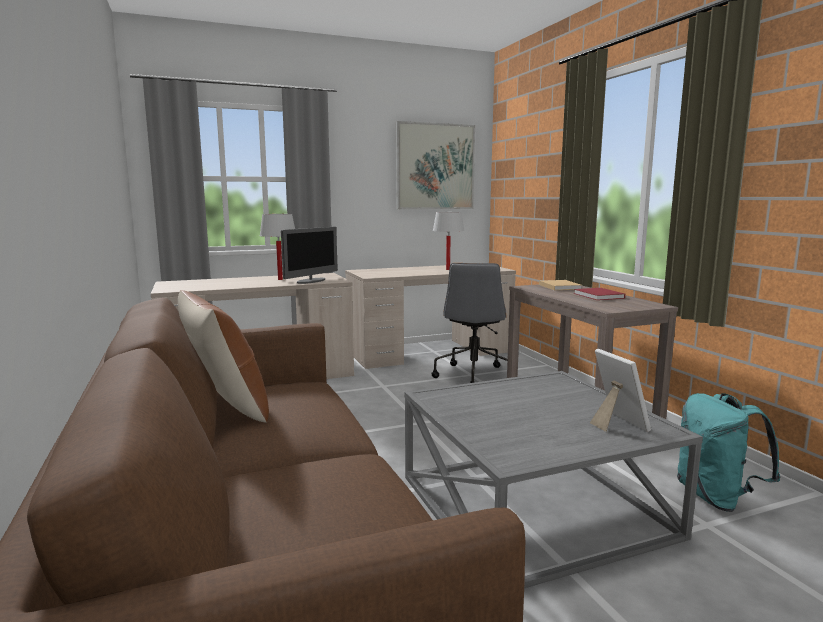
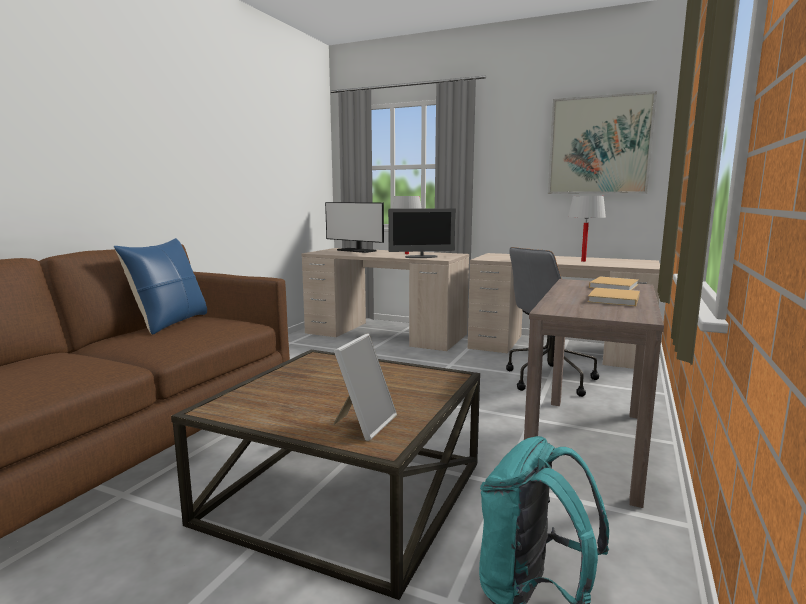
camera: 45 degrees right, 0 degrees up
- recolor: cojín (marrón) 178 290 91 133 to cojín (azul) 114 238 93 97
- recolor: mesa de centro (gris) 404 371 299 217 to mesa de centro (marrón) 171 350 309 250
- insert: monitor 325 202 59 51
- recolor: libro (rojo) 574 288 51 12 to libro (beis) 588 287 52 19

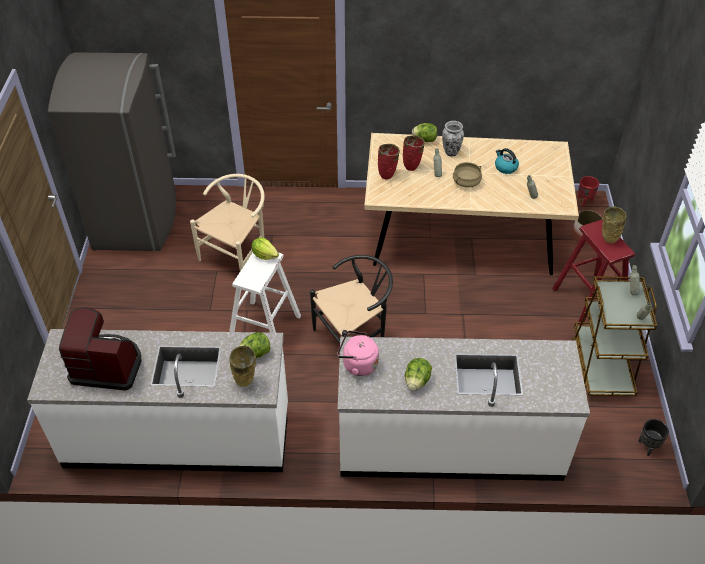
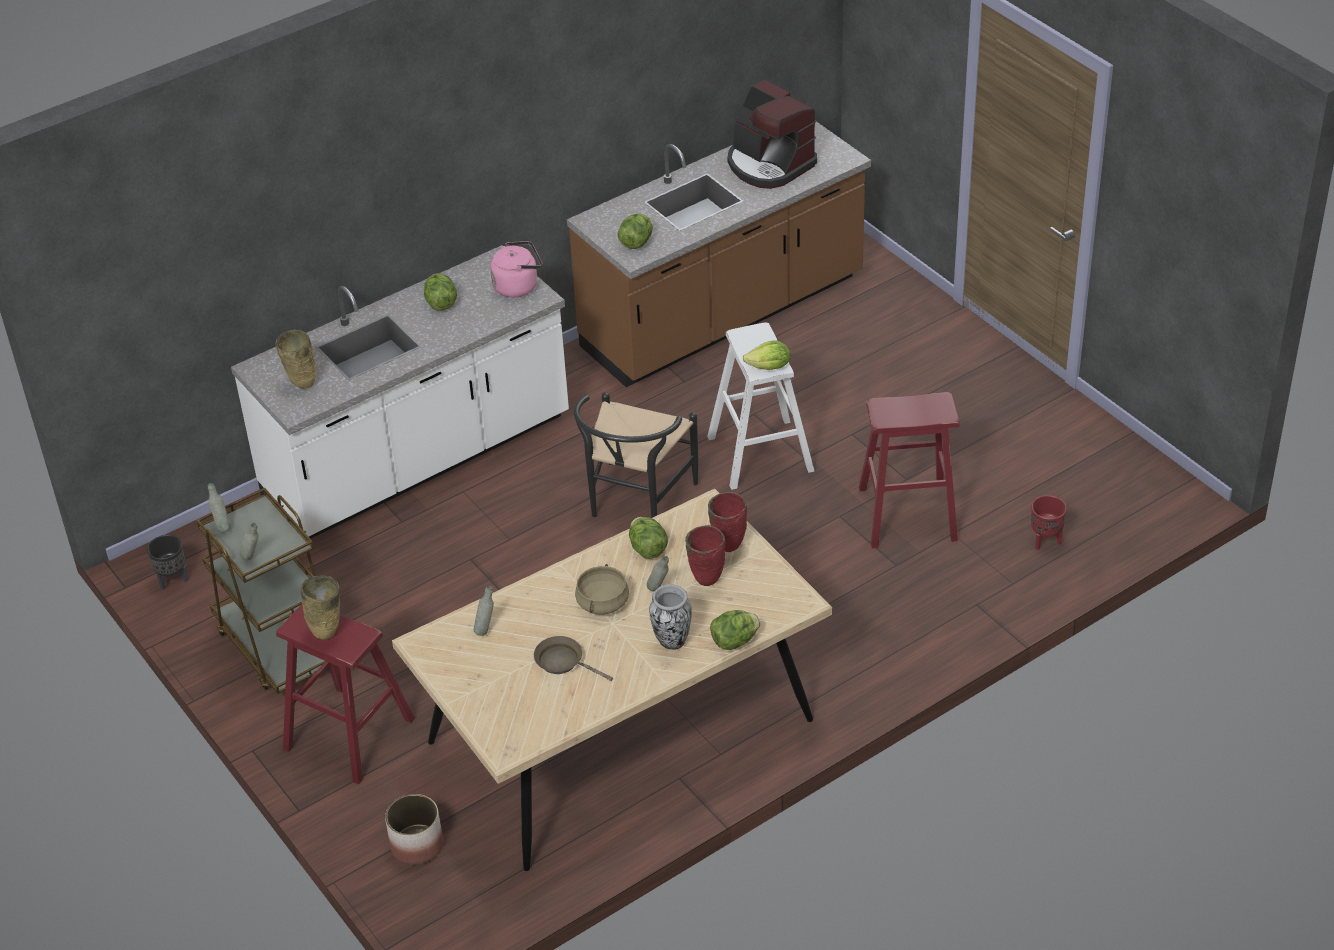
camera: 145 degrees right, 5 degrees down
- move: florero (beis) 230 346 26 41 to 275 330 41 59
- replace: hervidor 495 148 24 26 to sartén (marrón) 534 636 79 45
- recolor: mueble bajo de cocina (blanco) 27 329 261 143 to mueble bajo de cocina (marrón) 567 121 304 266
- insert: lechuga 629 517 39 42
- rotate: cafetera 59 307 83 84 = 727 80 90 109 75 degrees clockwise
- replace: silla (beis) 190 174 75 97 to taburete (rojo) 859 392 101 156
- move: maceta (rojo) 578 176 21 31 to 1031 495 36 55
- delete: nevera (gris) 48 52 128 199

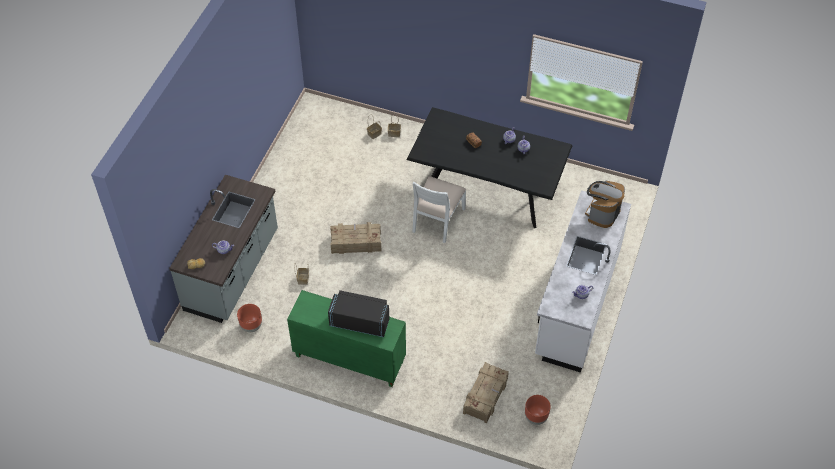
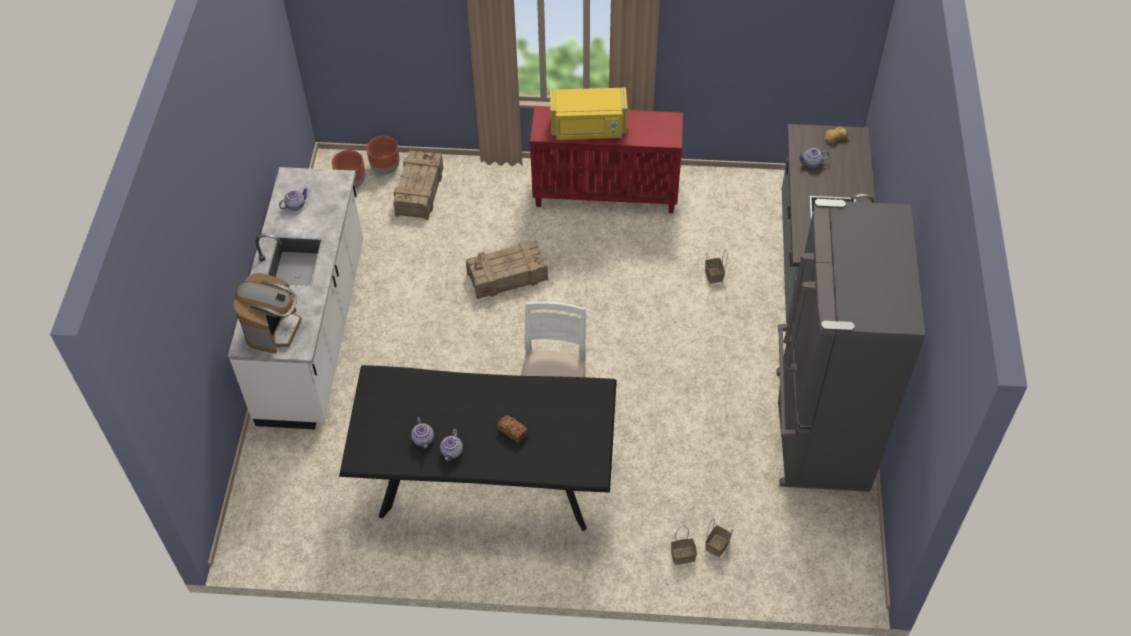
camera: 165 degrees right, 0 degrees up
- move: maceta (marrón) 237 304 25 28 to 366 136 34 39
- move: caja de embalaje 330 222 51 32 to 466 240 82 59
- recolor: armario (verde) 287 290 119 97 to armario (rojo) 530 106 153 107
- recolor: microondas (negro) 328 290 61 47 to microondas (amarillo) 550 87 78 53
- insert: nevera (gris) 776 199 149 293

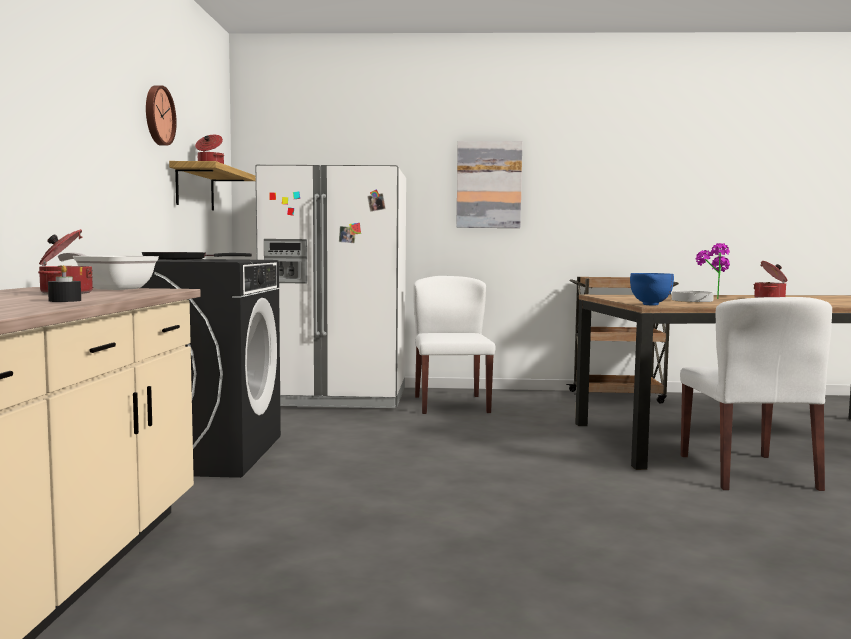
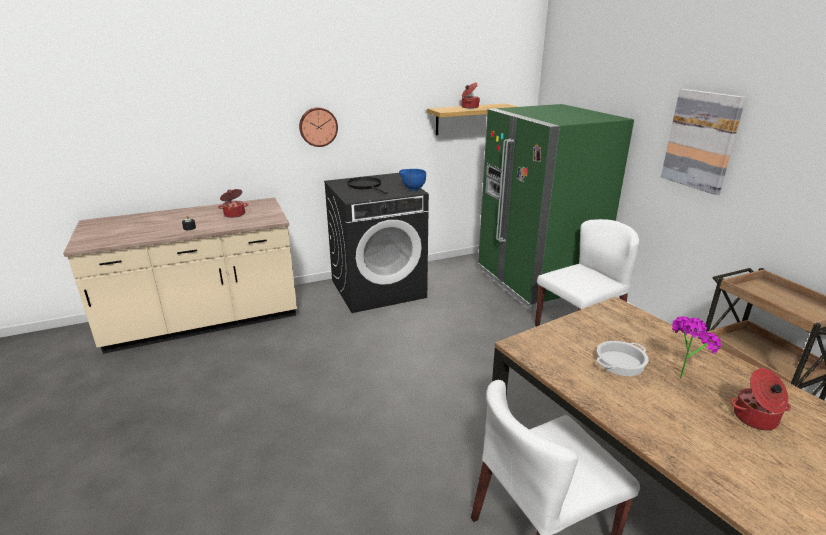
camera: 65 degrees right, 20 degrees up
- move: reloj de pared 146 85 31 61 to 299 107 39 40
- move: cuenco (azul) 630 273 44 32 to 399 169 27 22
- recolor: nevera (blanco) 255 165 151 243 to nevera (verde) 478 104 156 207
- delete: sartén 58 252 101 38

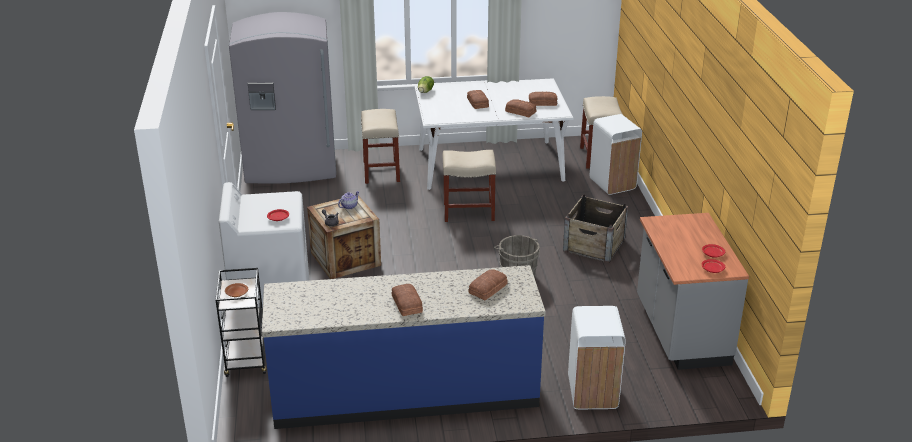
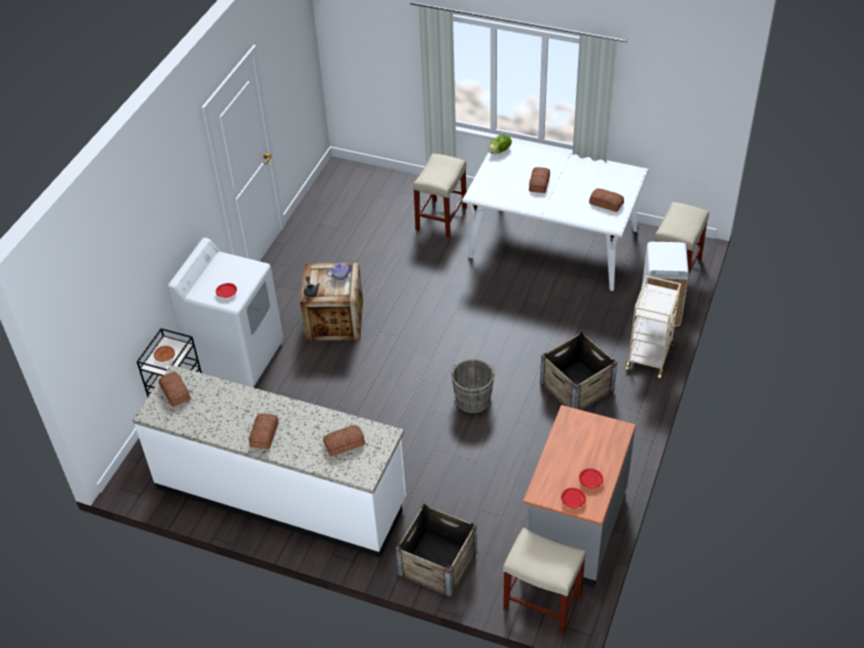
camera: 30 degrees right, 15 degrees up
- recolor: mueble bajo de cocina (azul) 262 265 284 164 to mueble bajo de cocina (blanco) 132 365 274 193
- move: pan 505 99 31 18 to 159 372 32 35
- replace: papelera (blanco) 568 306 58 103 to caja de embalaje 396 503 81 95
- move: taburete (beis) 443 150 53 72 to 503 527 83 106
- insert: carrito (beis) 625 276 56 103
- delete: nevera (gris) 229 12 107 172

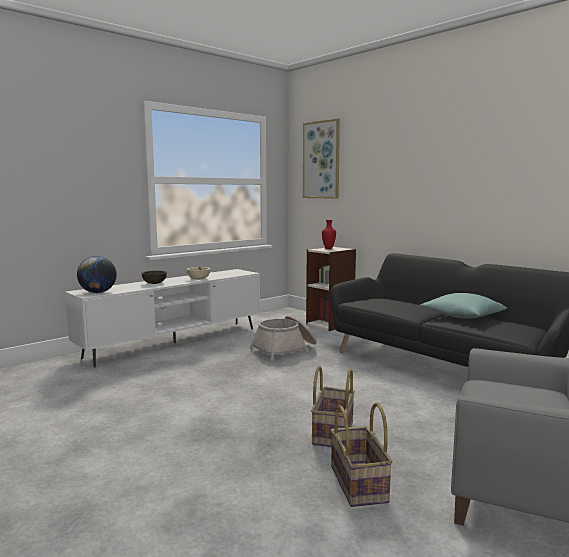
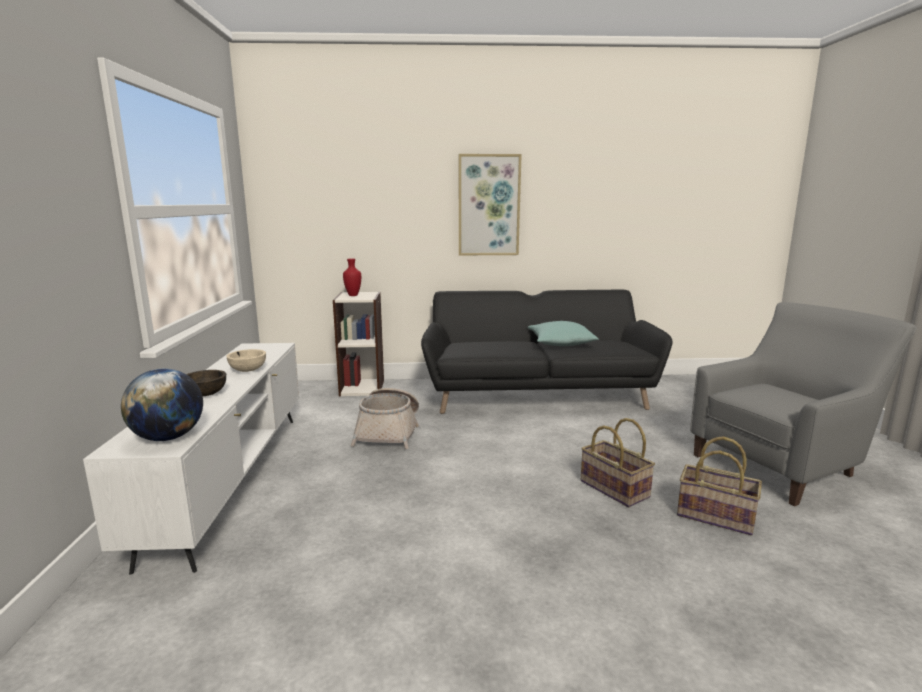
camera: 50 degrees left, 5 degrees up
- move: cuadro 303 118 37 81 to 459 154 63 101

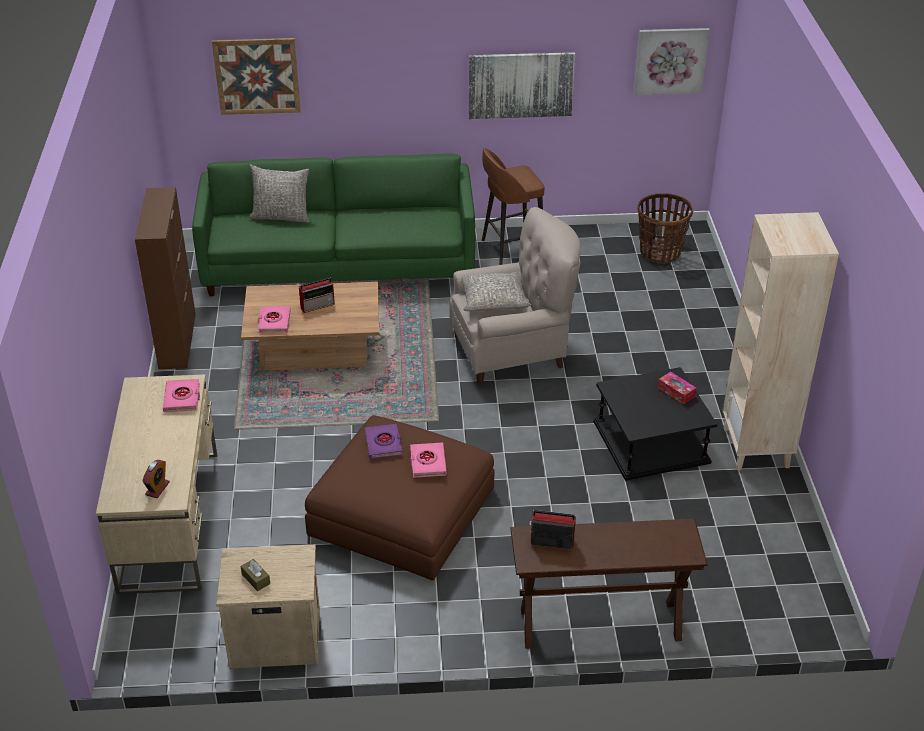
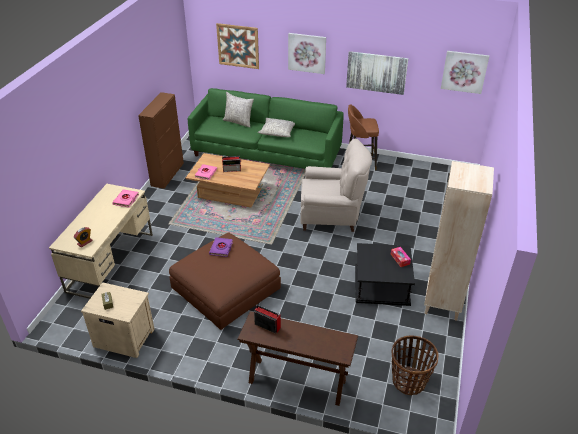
camera: 20 degrees right, 0 degrees up
- move: cojín (gris) 461 271 70 40 to 258 118 37 19
- insert: cuadro 288 33 38 41
- move: cesta 637 193 56 71 to 392 335 46 60
- delete: libro (rosa) 410 443 37 35

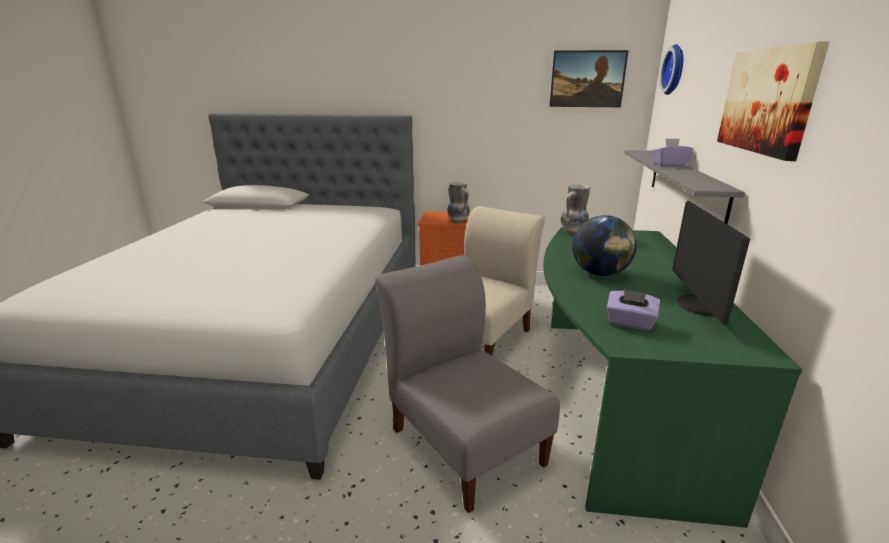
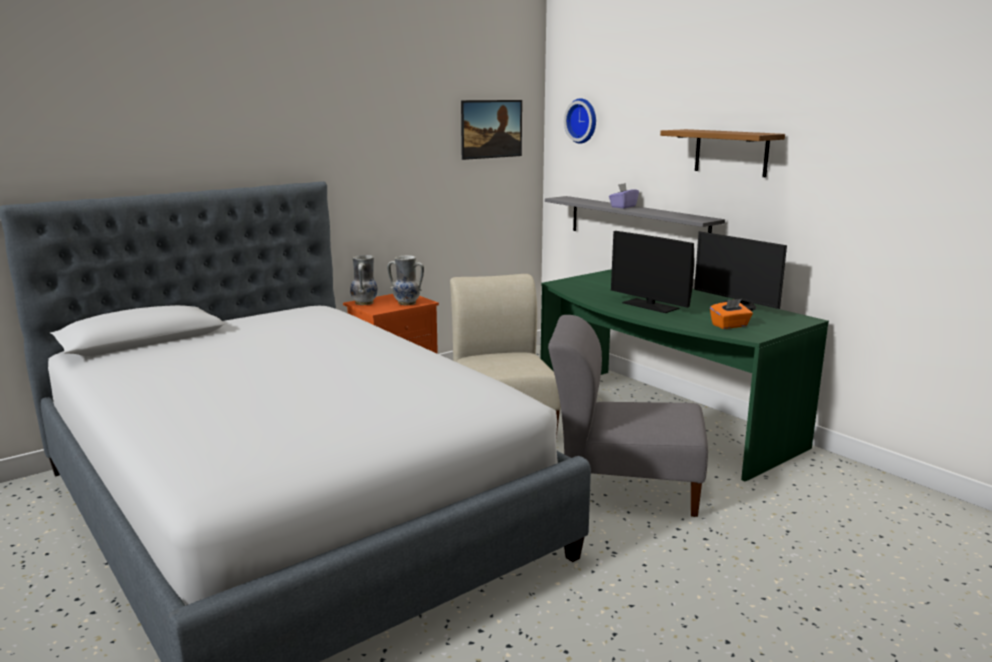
camera: 45 degrees left, 5 degrees down
- move: florero 561 184 29 50 to 350 255 28 50
- replace: globo terráqueo 572 215 65 61 to monitor 611 231 84 82
- replace: cuadro 717 41 113 120 to estante 660 129 125 49
- recolor: caja de pañuelos (morado) 607 289 53 41 to caja de pañuelos (naranja) 710 299 43 30

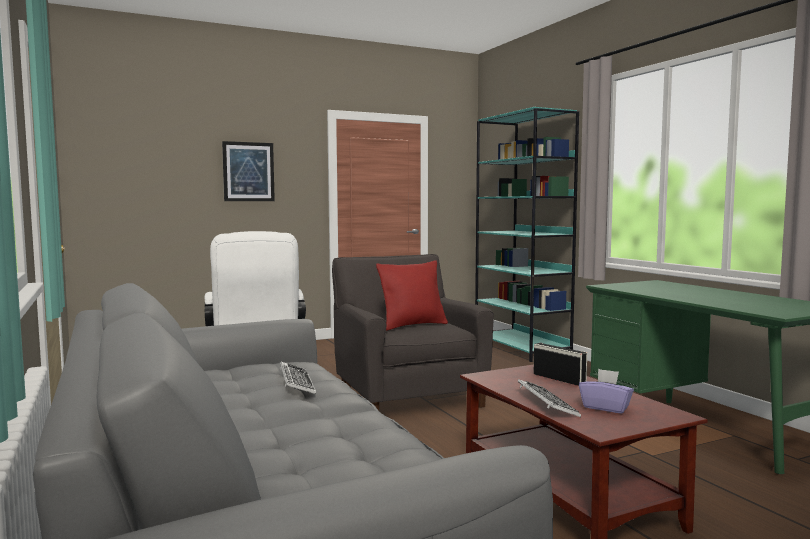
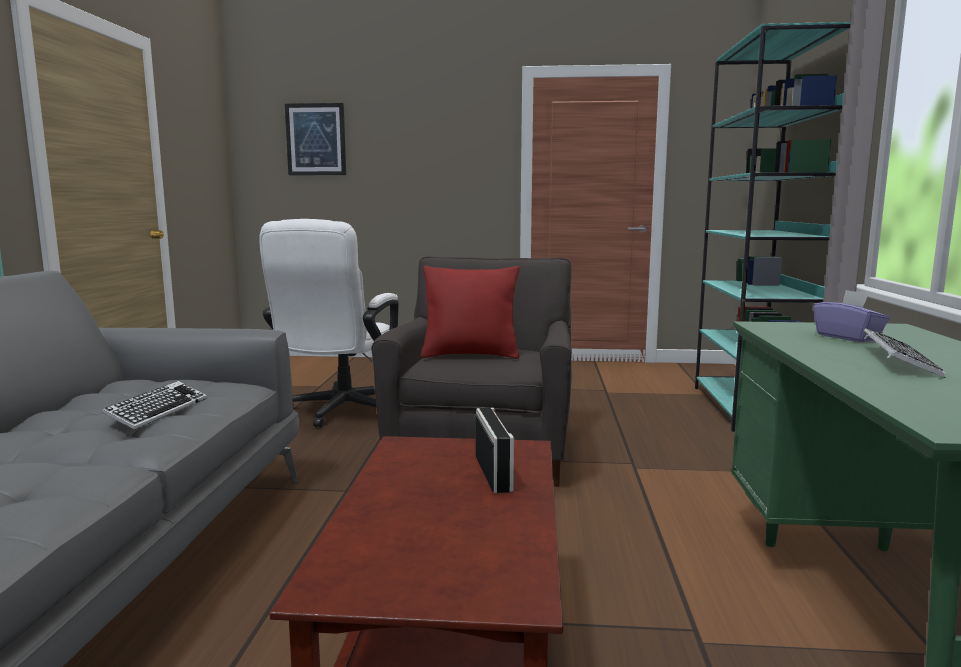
camera: 30 degrees right, 5 degrees up
- move: cuadro 222 141 53 60 to 285 103 61 72
- move: caja de pañuelos (morado) 579 369 55 45 to 813 290 77 52
- move: teclado 517 379 64 38 to 864 328 82 50

